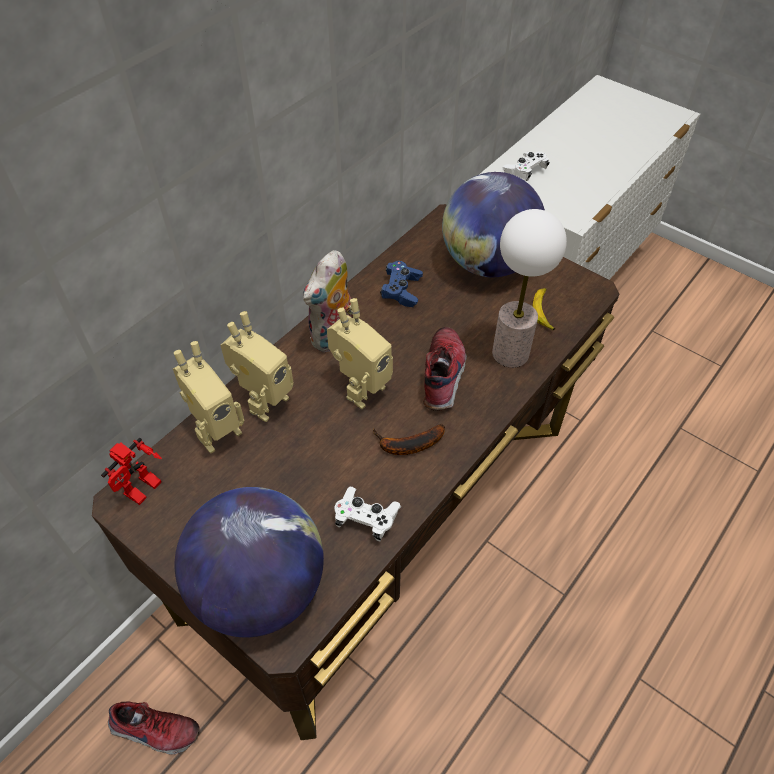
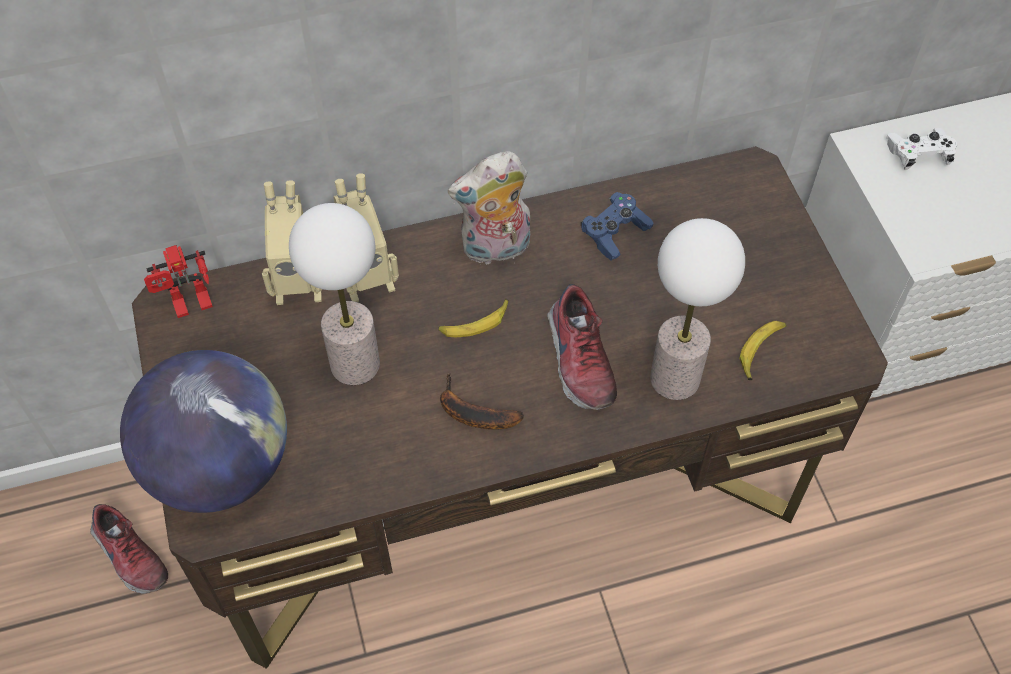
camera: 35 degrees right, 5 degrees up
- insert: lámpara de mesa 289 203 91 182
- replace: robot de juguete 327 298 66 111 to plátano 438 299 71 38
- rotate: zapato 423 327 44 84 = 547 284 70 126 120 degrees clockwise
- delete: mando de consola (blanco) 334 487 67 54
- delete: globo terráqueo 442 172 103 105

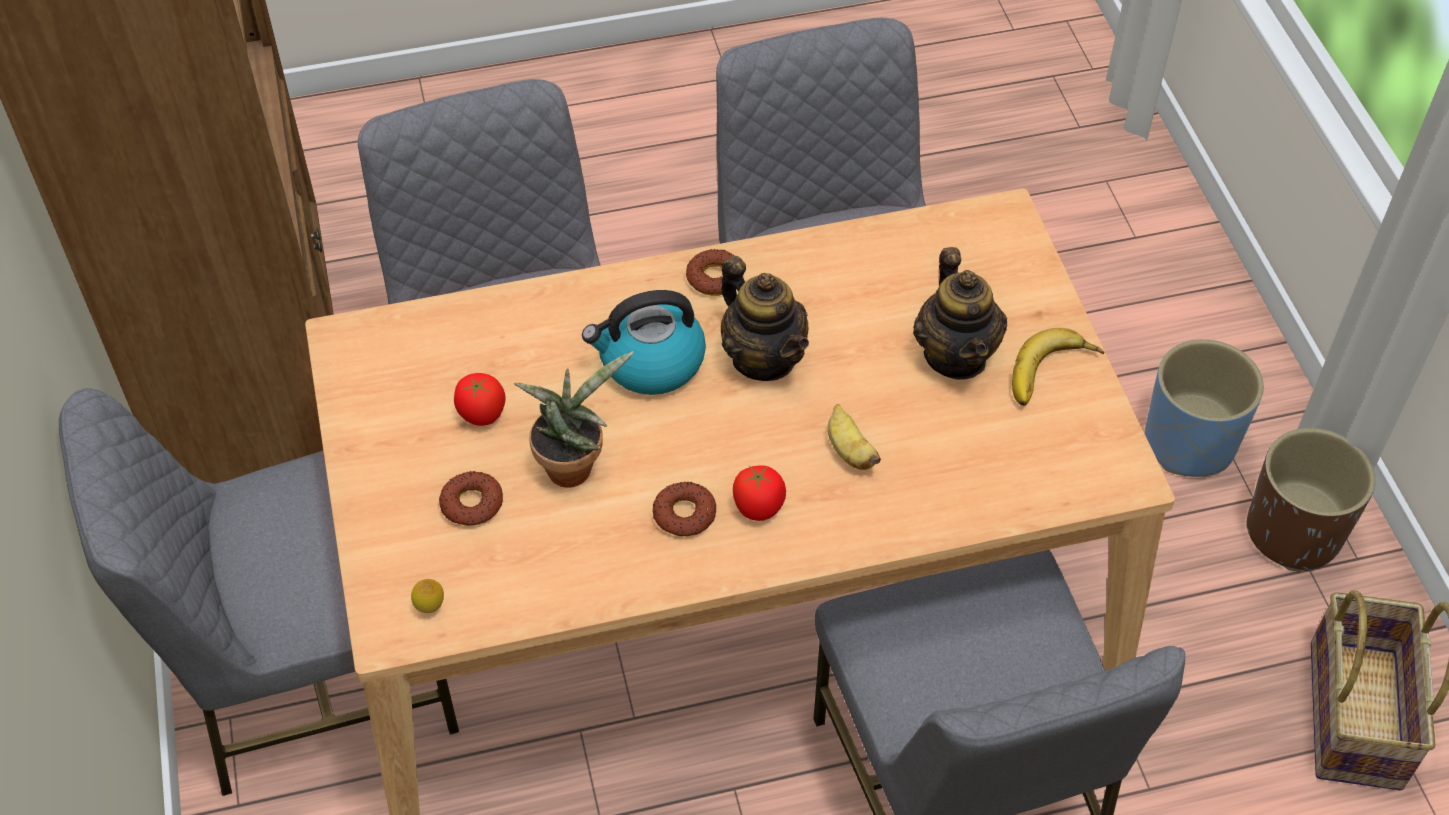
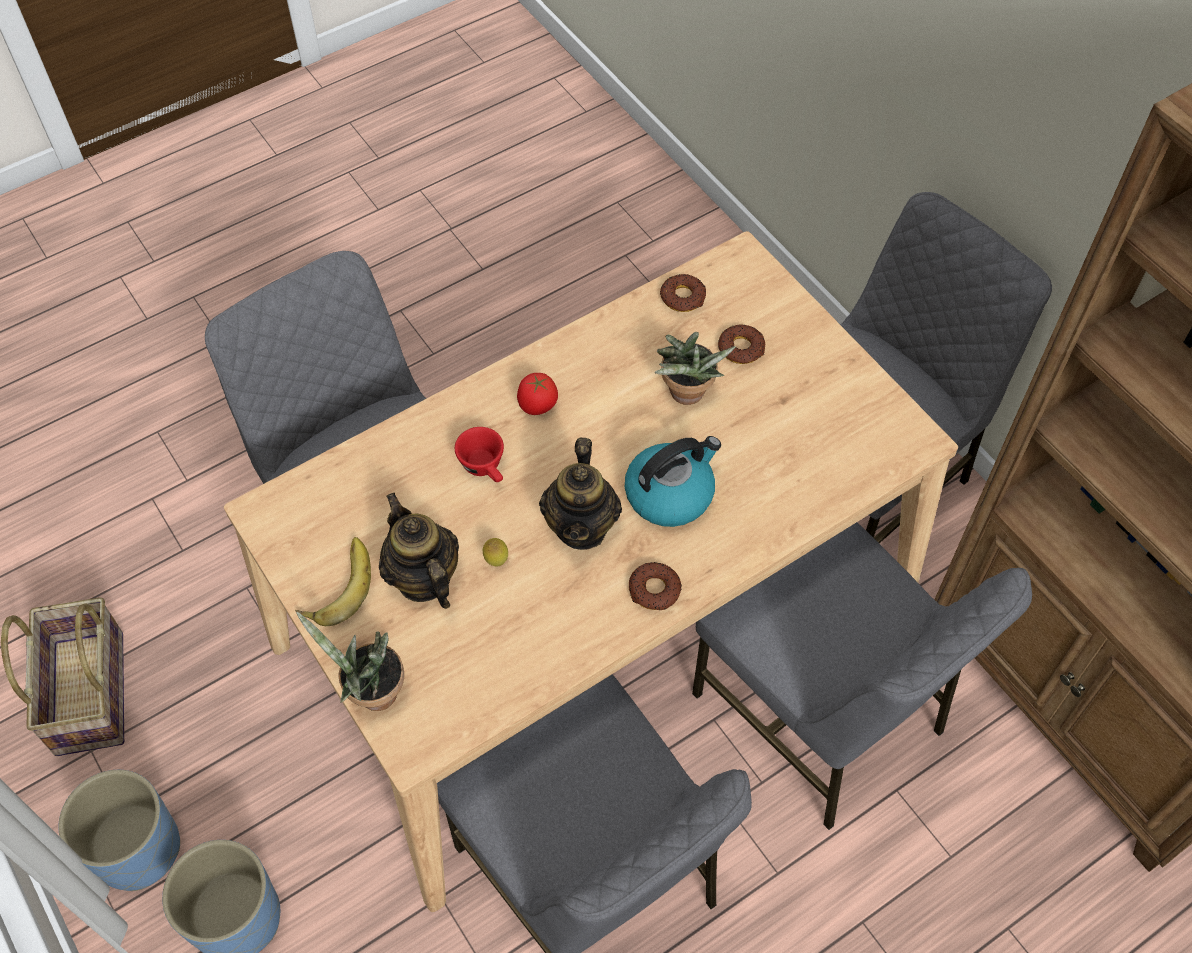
camera: 160 degrees right, 5 degrees up
- recolor: maceta (marrón) 1246 428 130 143 to maceta (azul) 58 770 122 121
- insert: planta en maceta 296 612 108 99
- replace: plátano 828 404 53 66 to taza (rojo) 455 427 49 55
- move: limón 411 579 33 34 to 483 538 25 29
- rotate: tetera 721 256 88 125 = 539 438 83 112 120 degrees counterclockwise
- move: rosquilla 652 482 64 54 to 660 274 46 38
- delete: tomate 454 373 52 53

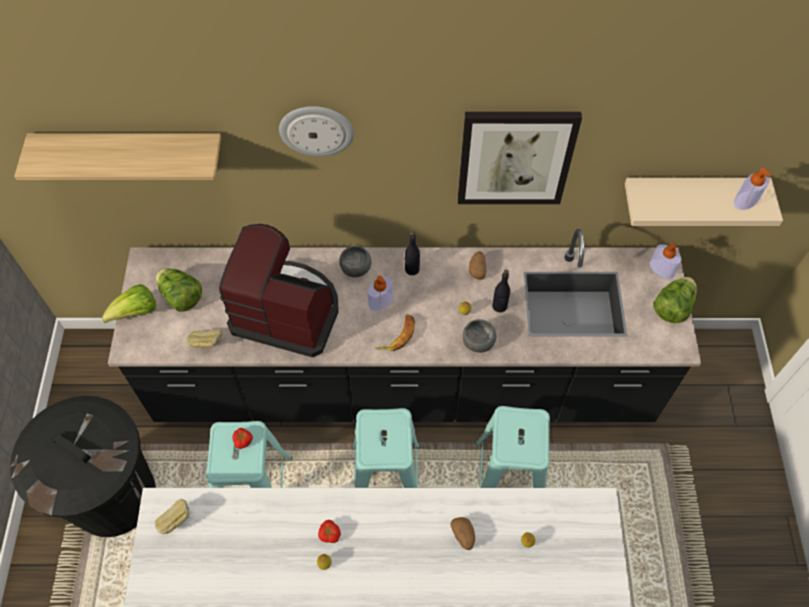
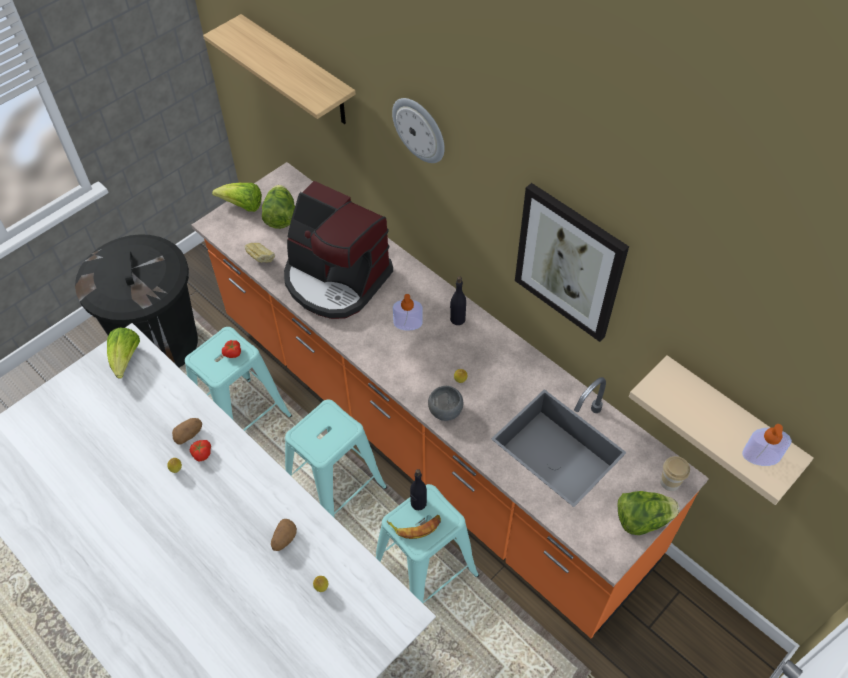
camera: 45 degrees right, 5 degrees down
- replace: pan 155 499 34 35 to lechuga 107 328 33 51
- move: patata 469 251 17 29 to 172 418 30 27
- recolor: mueble bajo de cocina (negro) 108 229 593 193 to mueble bajo de cocina (naranja) 191 162 518 476
- rotate: cafetera 219 224 120 133 = 284 181 109 138 150 degrees clockwise
- move: plátano 376 314 39 37 to 387 515 54 24
- move: botella (negro) 492 270 18 43 to 410 469 17 41
- replace: dispensador de jabón 650 243 32 36 to taza 660 456 30 35
- delete: cuenco (gris) 339 246 32 31

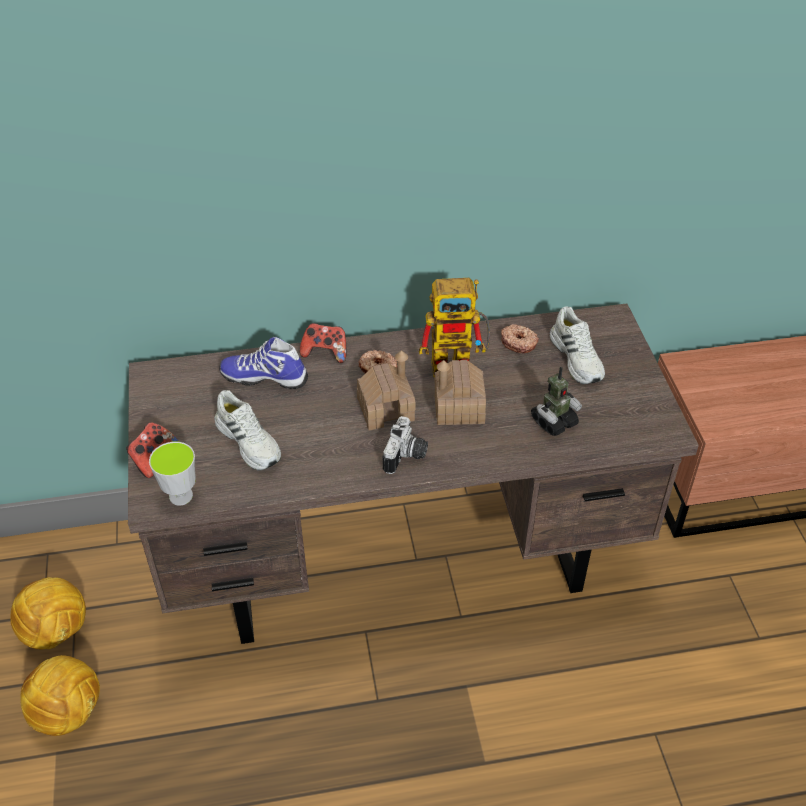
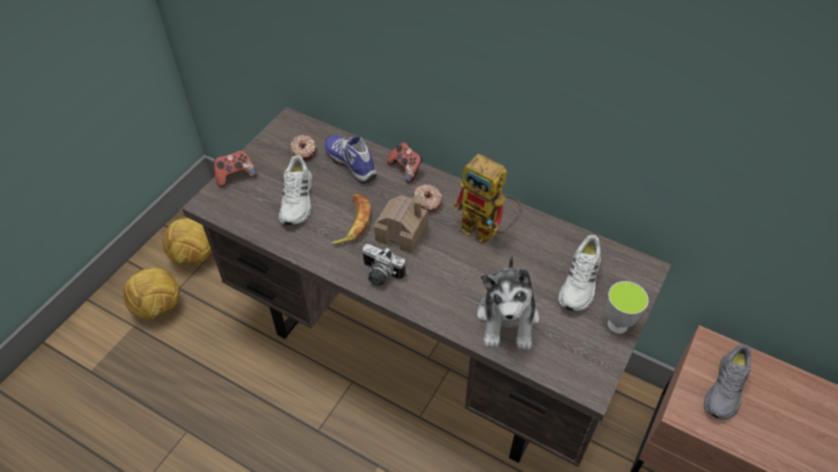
camera: 40 degrees right, 5 degrees up
- move: rosquilla 501 324 38 29 to 290 135 27 26
- insert: plátano 330 194 41 51
- rotate: cámara 383 416 45 58 = 362 244 44 43 60 degrees clockwise
- replace: robot de juguete 531 367 51 69 to peluche 477 255 62 95
- move: taza 149 442 47 63 to 606 281 43 53
- insert: zapato (gris) 704 345 47 75
- delete: casita 434 360 52 65

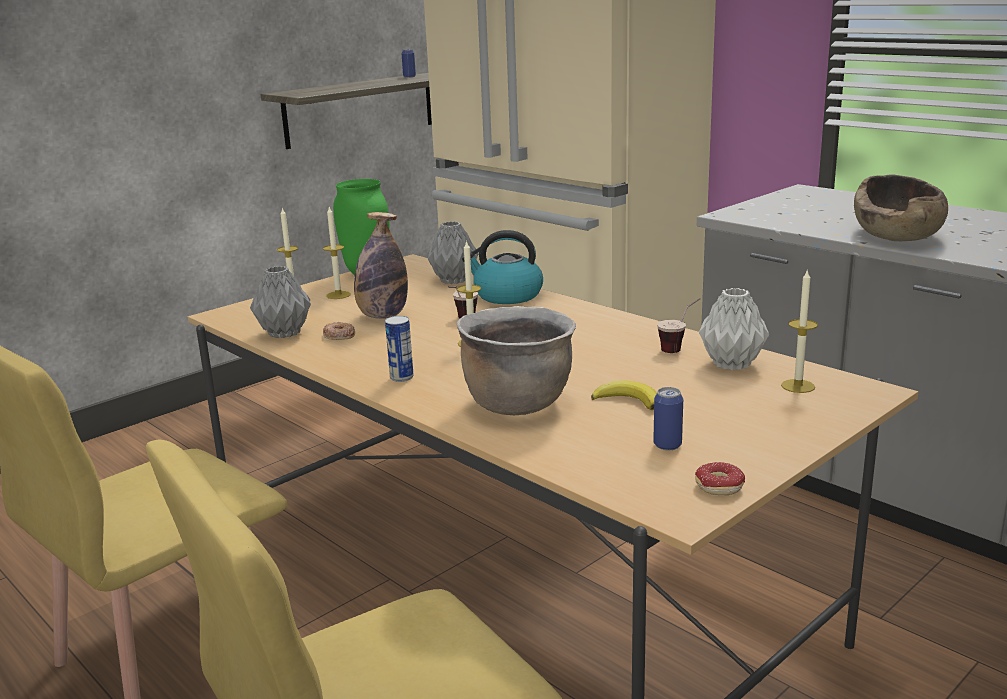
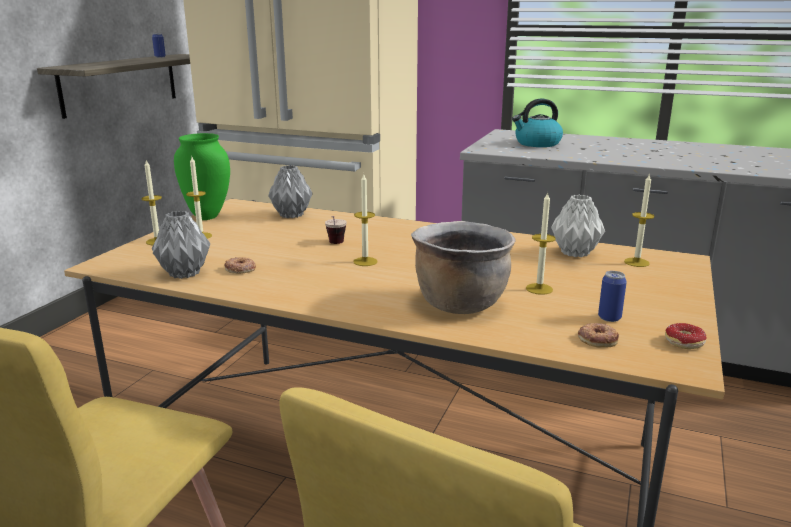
camera: 25 degrees left, 0 degrees up
- move: hervidor 462 230 81 74 to 512 99 51 48
- replace: plátano 591 380 66 30 to vela 526 192 30 103
- insert: rosquilla 578 323 41 25
- delete: botella 354 212 54 107
- delete: lata 385 316 29 66
- delete: taza 657 298 43 55
- delete: cuenco (marrón) 854 175 94 66

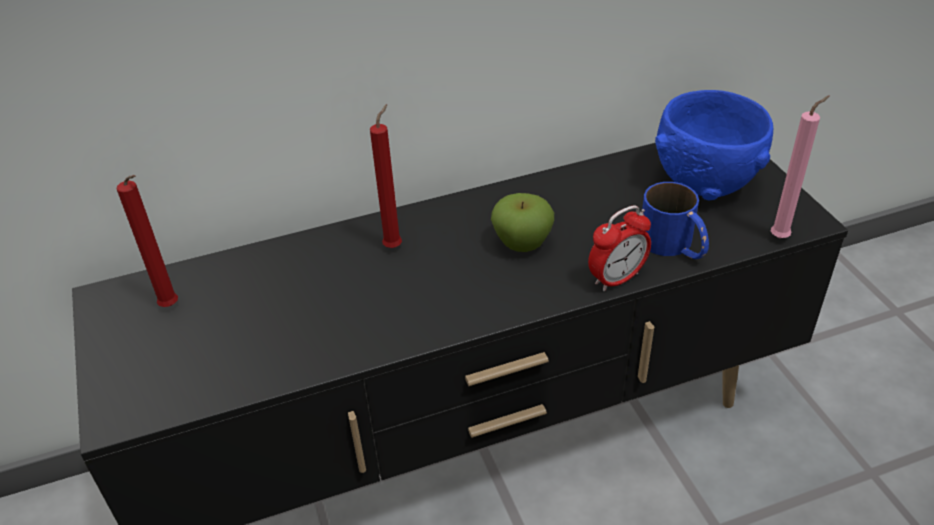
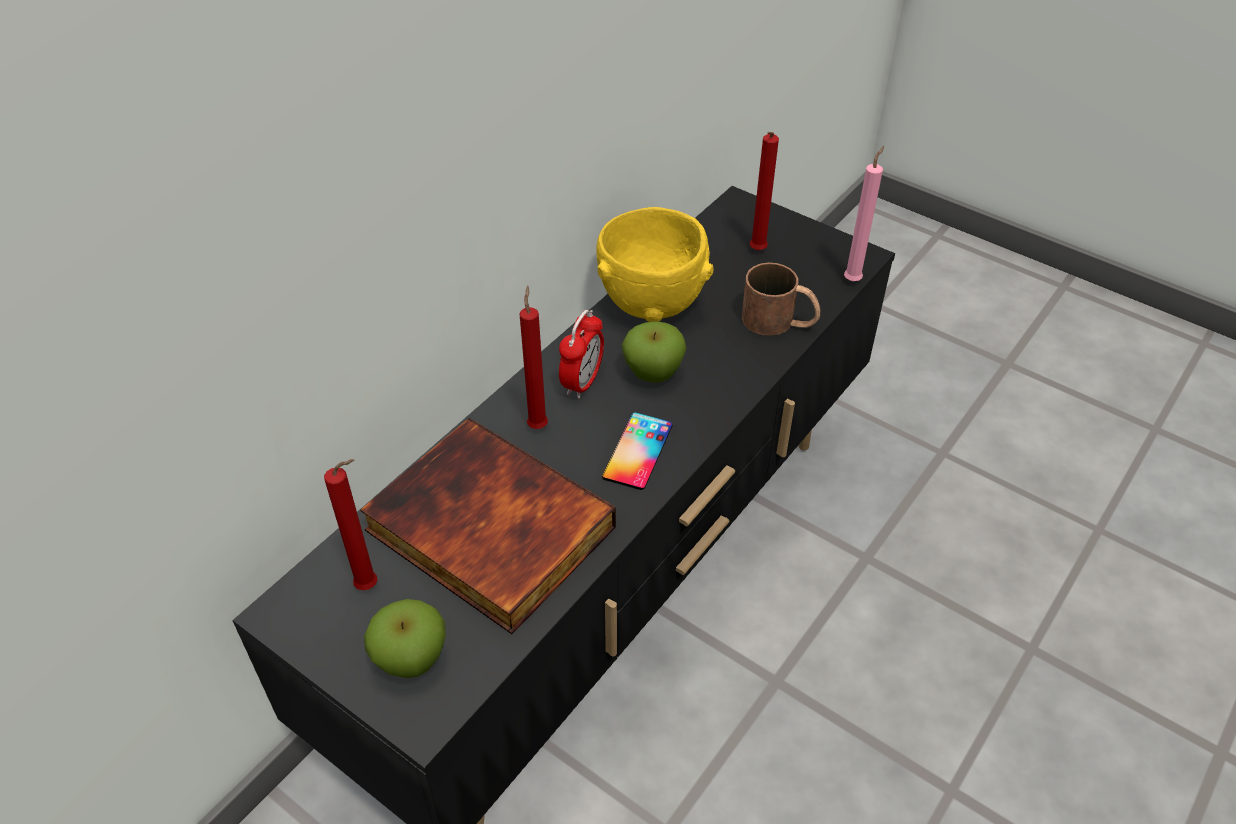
camera: 35 degrees left, 5 degrees up
- insert: libro 360 418 256 216
- insert: manzana 364 599 82 79
- move: despertador 588 205 63 86 to 559 310 45 89
- insert: cuenco (amarillo) 596 207 118 115
- insert: móvil 602 412 71 78
- recolor: taza grande (azul) 642 182 67 77 to taza grande (marrón) 742 263 78 73
- replace: cuenco (azul) 655 90 118 110 to vela (rojo) 750 132 29 118

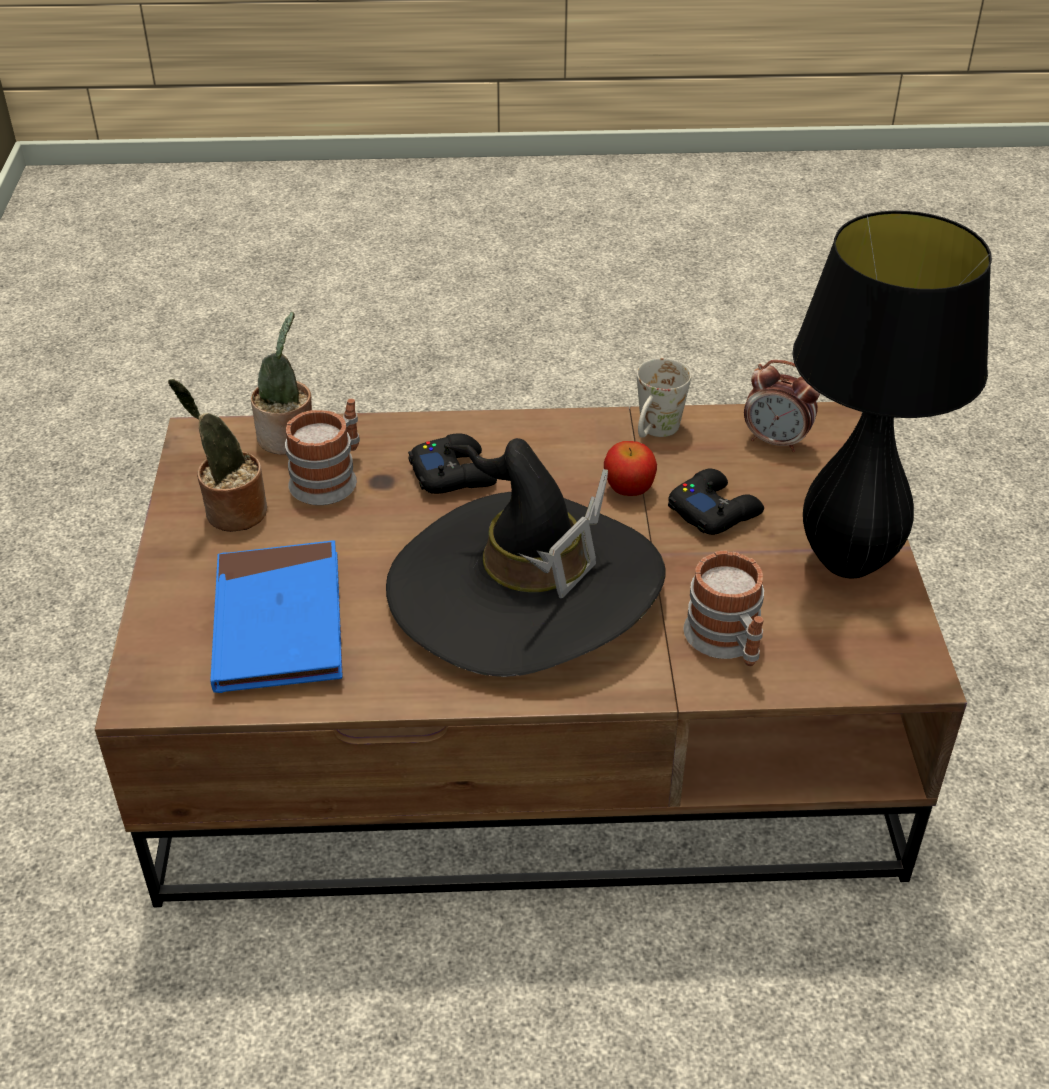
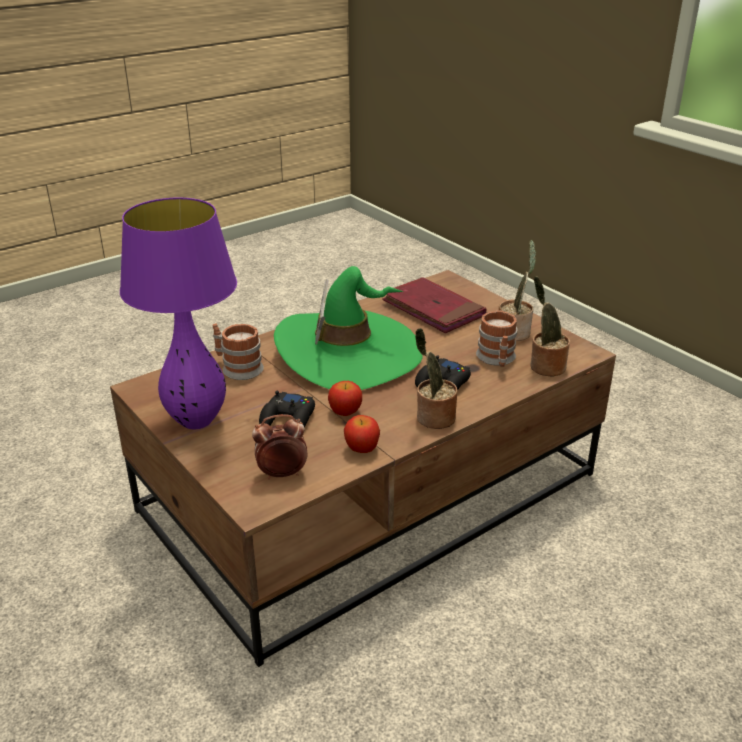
camera: 145 degrees right, 10 degrees down
- recolor: lámpara de mesa (negro) 792 211 200 367 to lámpara de mesa (morado) 120 197 117 232
- recolor: sombrero (negro) 386 438 280 239 to sombrero (verde) 274 266 149 124
- replace: taza grande (blanco) 637 358 54 80 to manzana 344 415 36 38
- recolor: libro (azul) 210 540 133 153 to libro (rojo) 382 277 105 56
- insert: planta en maceta 415 328 43 101

